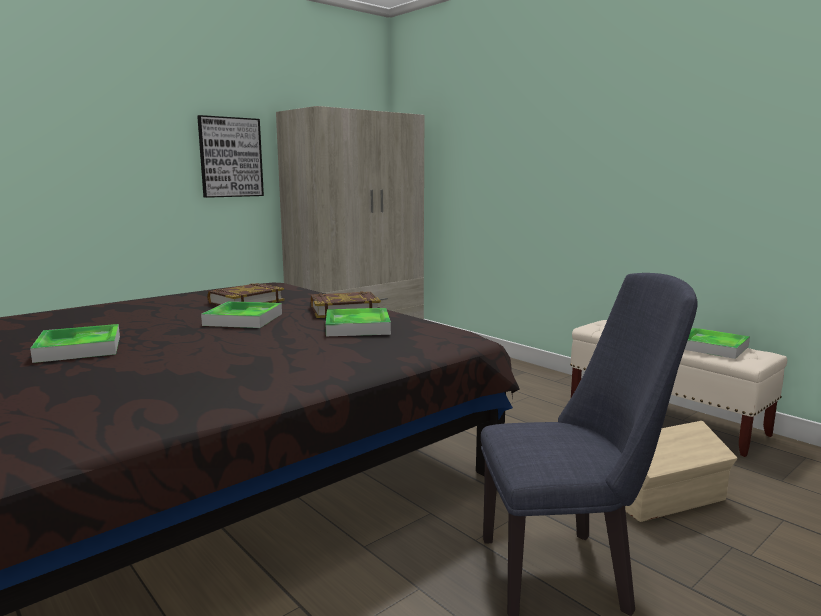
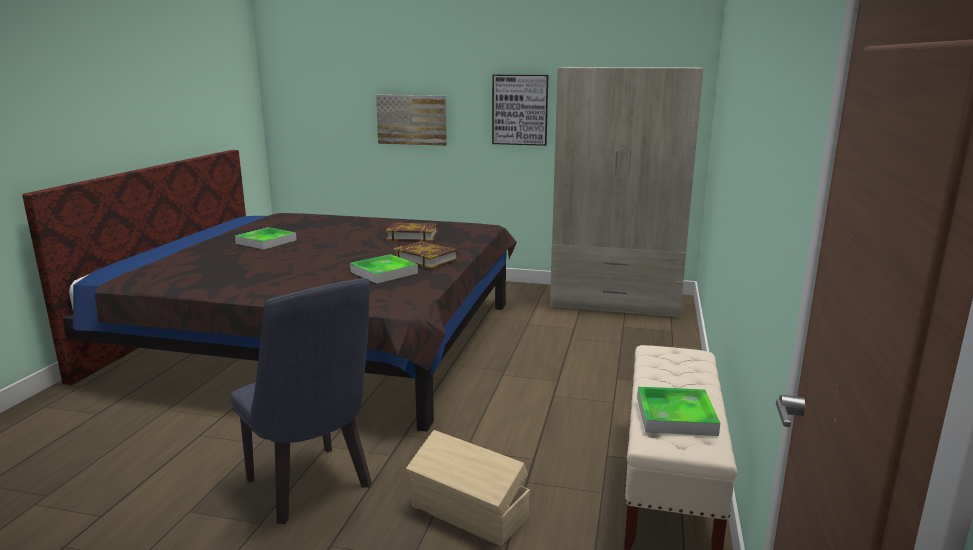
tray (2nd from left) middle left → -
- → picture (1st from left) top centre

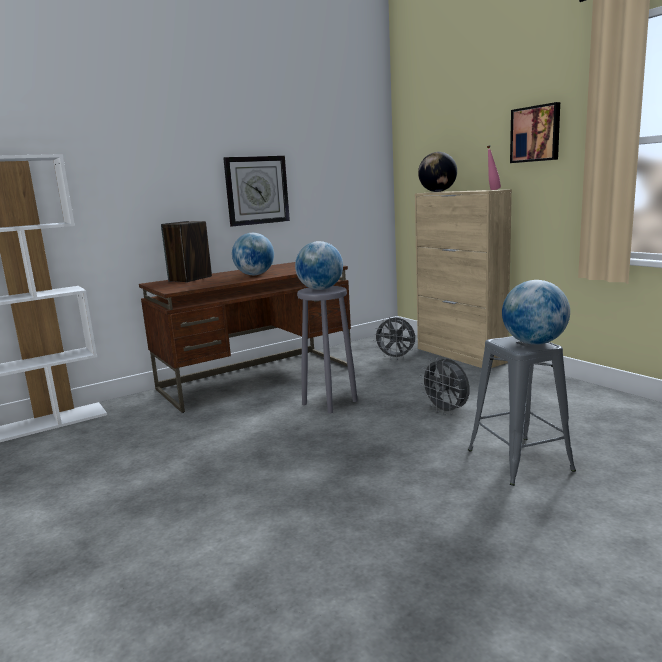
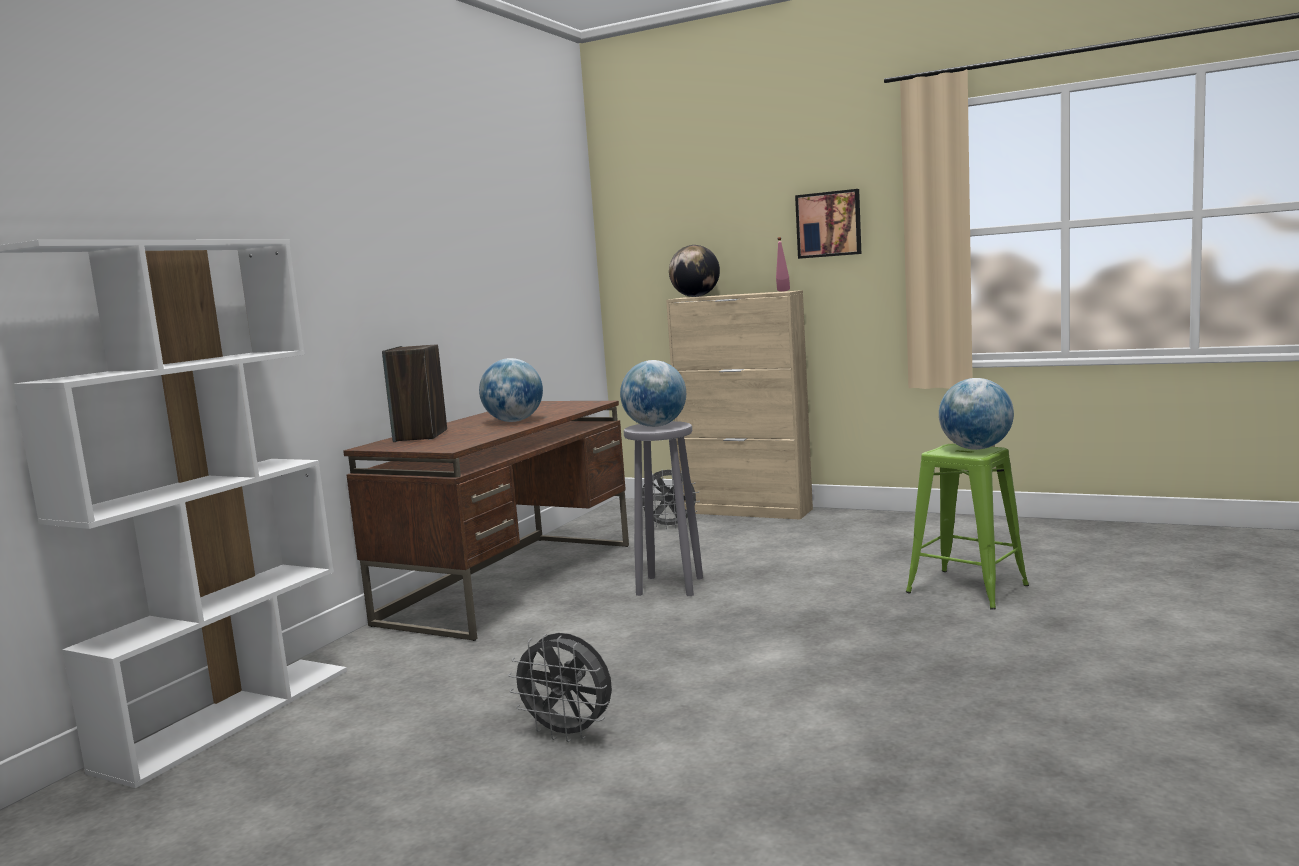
wall clock top centre → -
greyish electric fan (2nd from left in the first image) middle right → greyish electric fan (1st from left) bottom centre, moved
greyish sitting stool (2nd from left) middle right → green-coloured sitting stool middle right

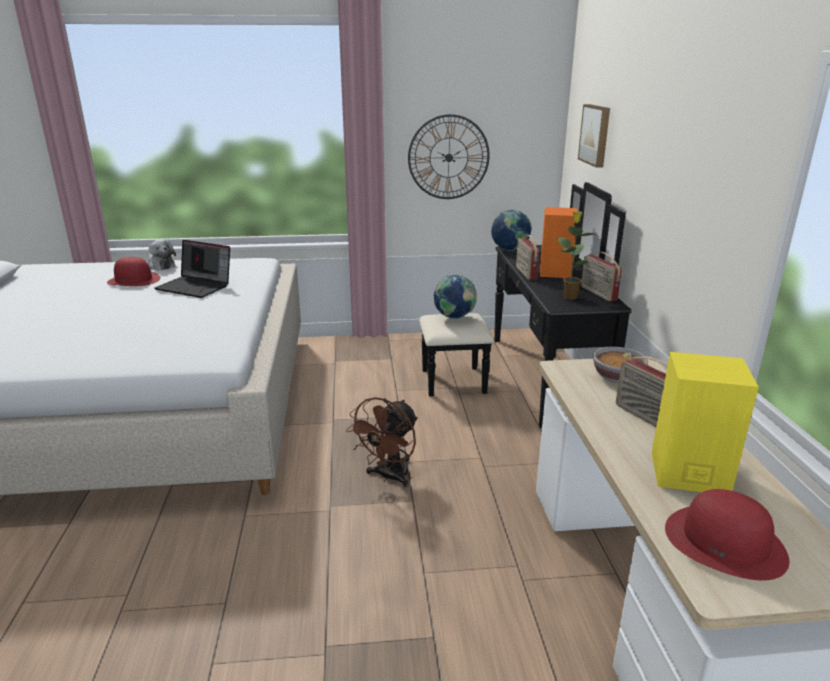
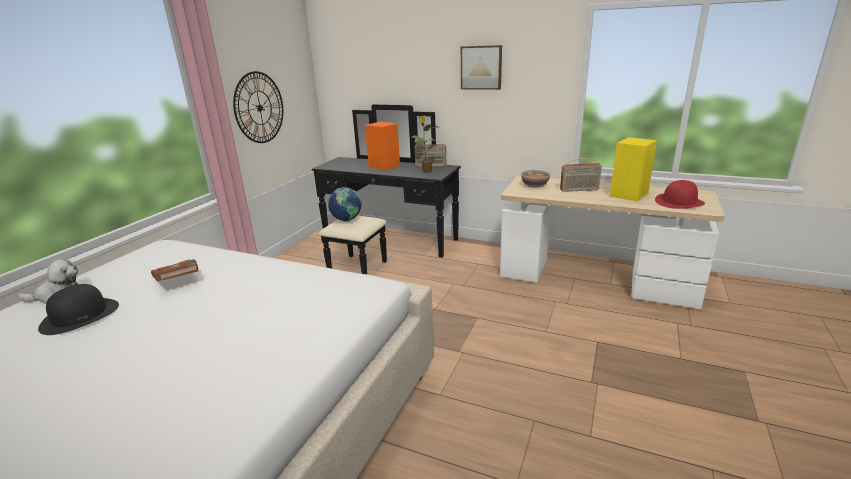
red-coloured hat (1st from left) middle left → black hat middle left
notebook computer middle left → brownish volume middle left
brownish electric fan centre → -
desk globe (2nd from left) centre → -
radio set (1st from left) centre → -
picture top right → picture top centre, moved

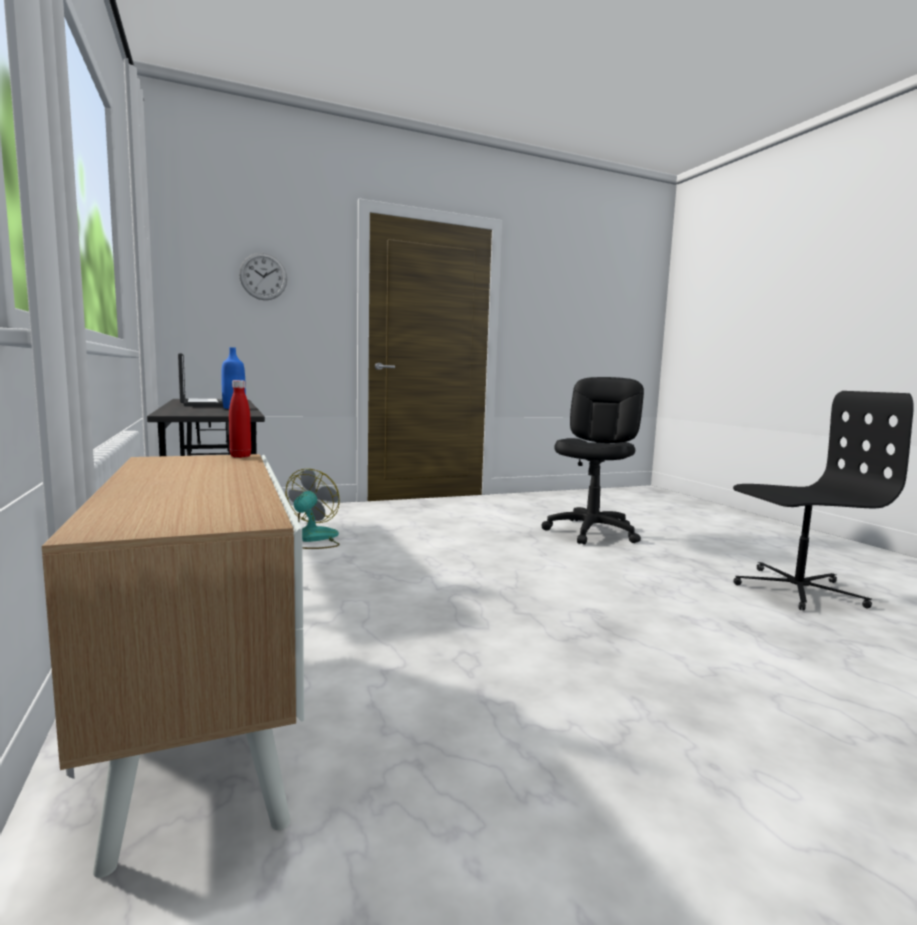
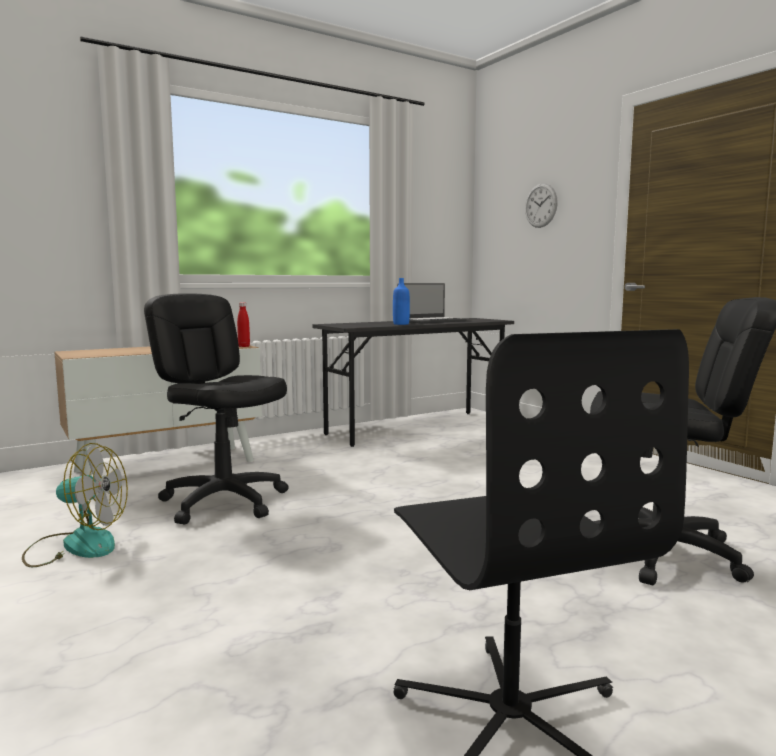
electric fan centre → electric fan bottom left, moved
- → black computer chair (1st from left) middle left

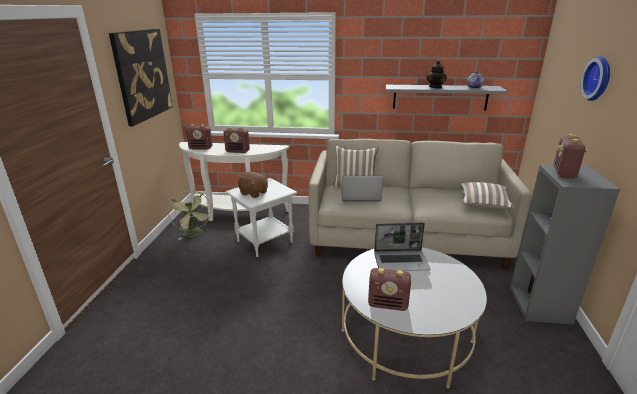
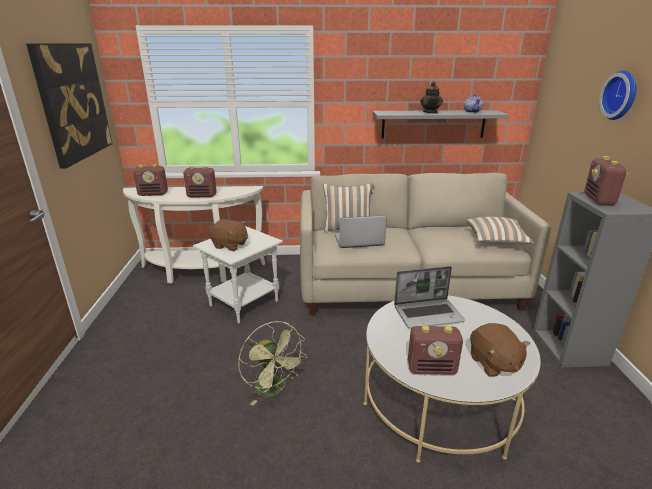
green-coloured electric fan middle left → green-coloured electric fan bottom centre, moved
- → brownish plush toy (2nd from left) bottom right

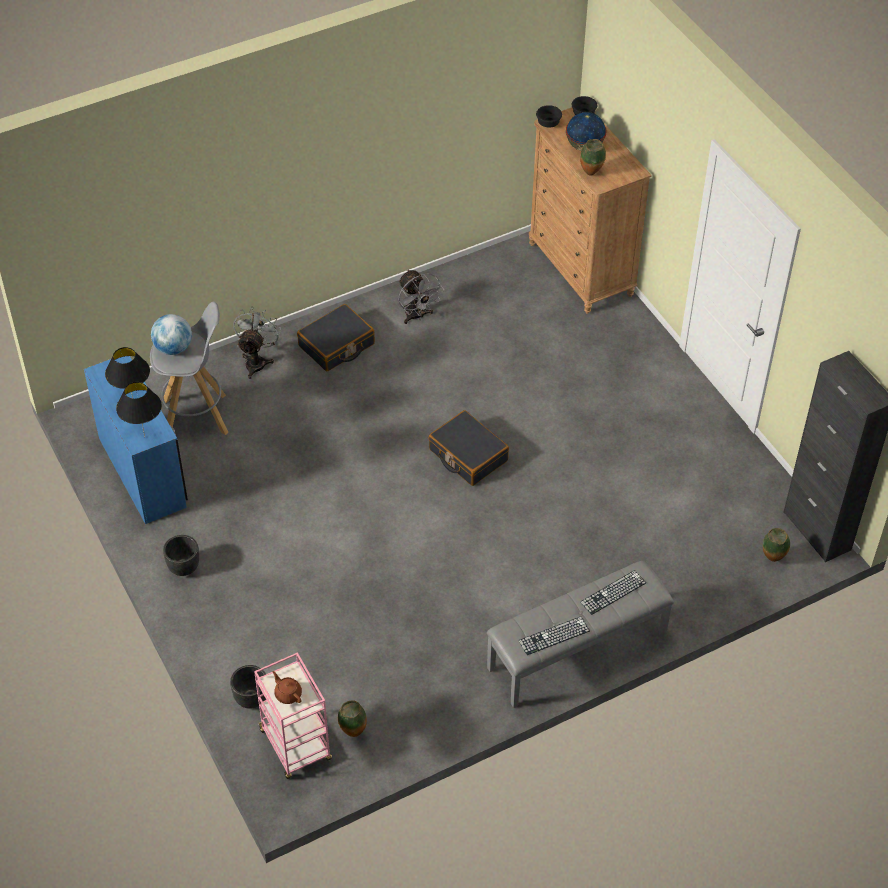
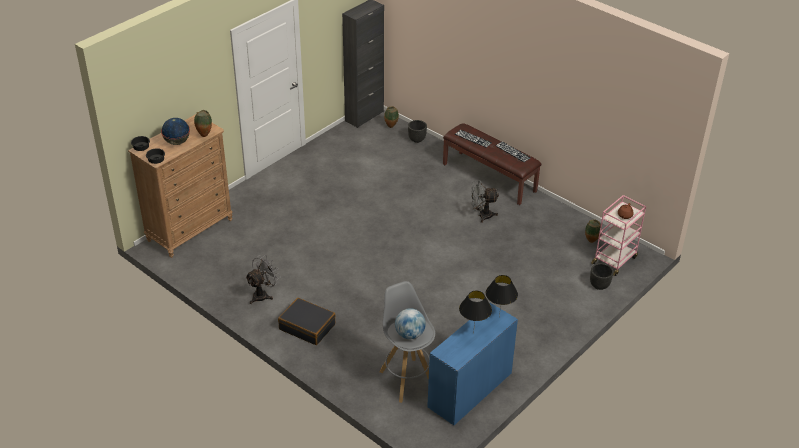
black plant pot (1st from left) middle left → black plant pot (1st from left) top centre, moved
greyish electric fan (1st from left in the first image) middle left → greyish electric fan (2nd from left) centre, moved
black suitcase (2nd from left) centre → -
greyish indoor bench bottom centre → brownish indoor bench centre

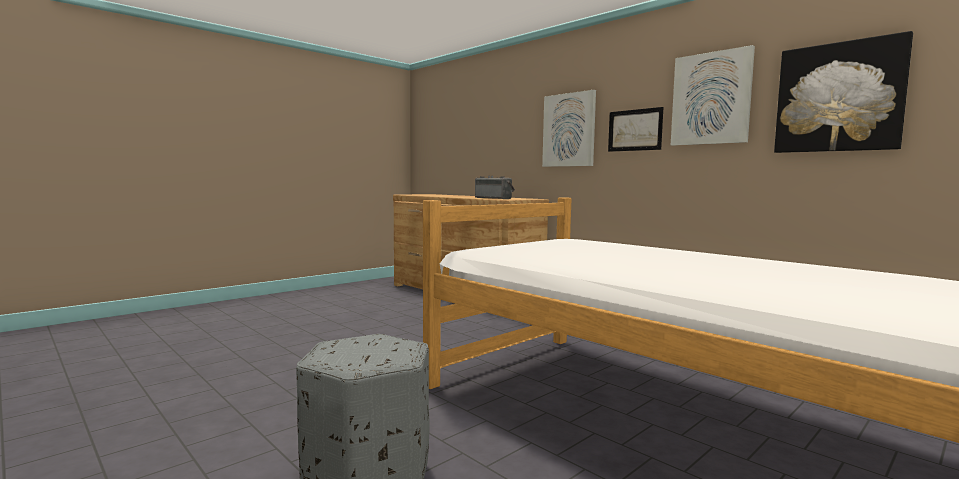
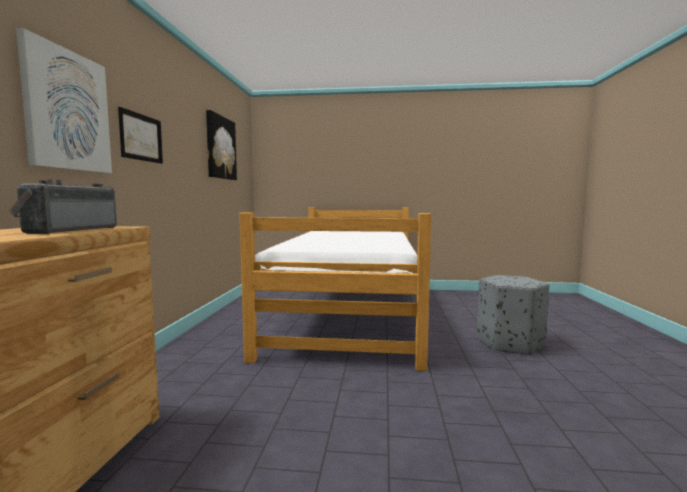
picture (3rd from left) top right → -

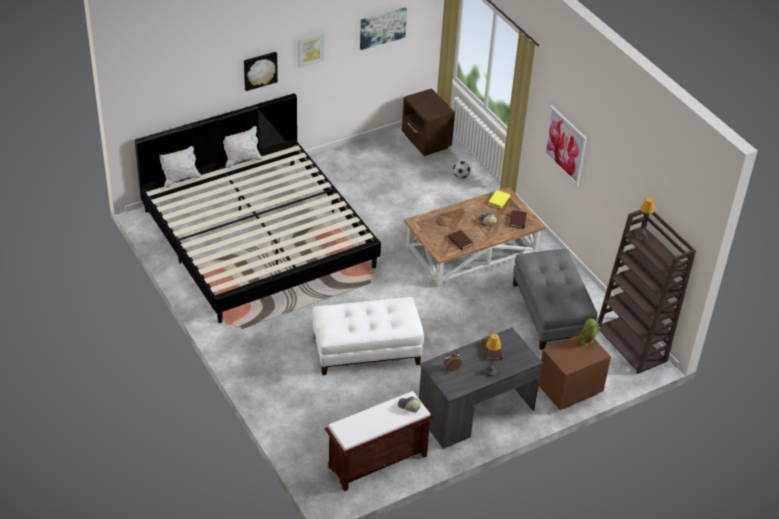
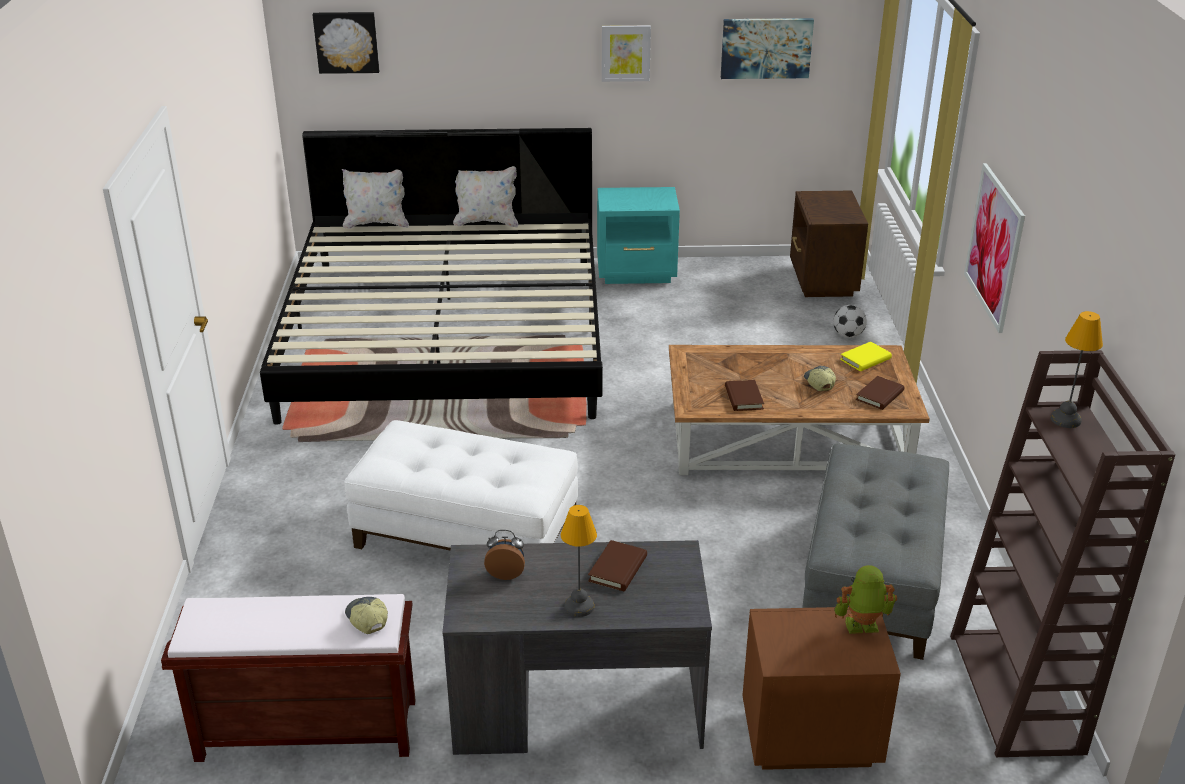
picture (1st from left) top centre → picture (1st from left) top left, moved
- → turquoise-coloured bedside table top centre

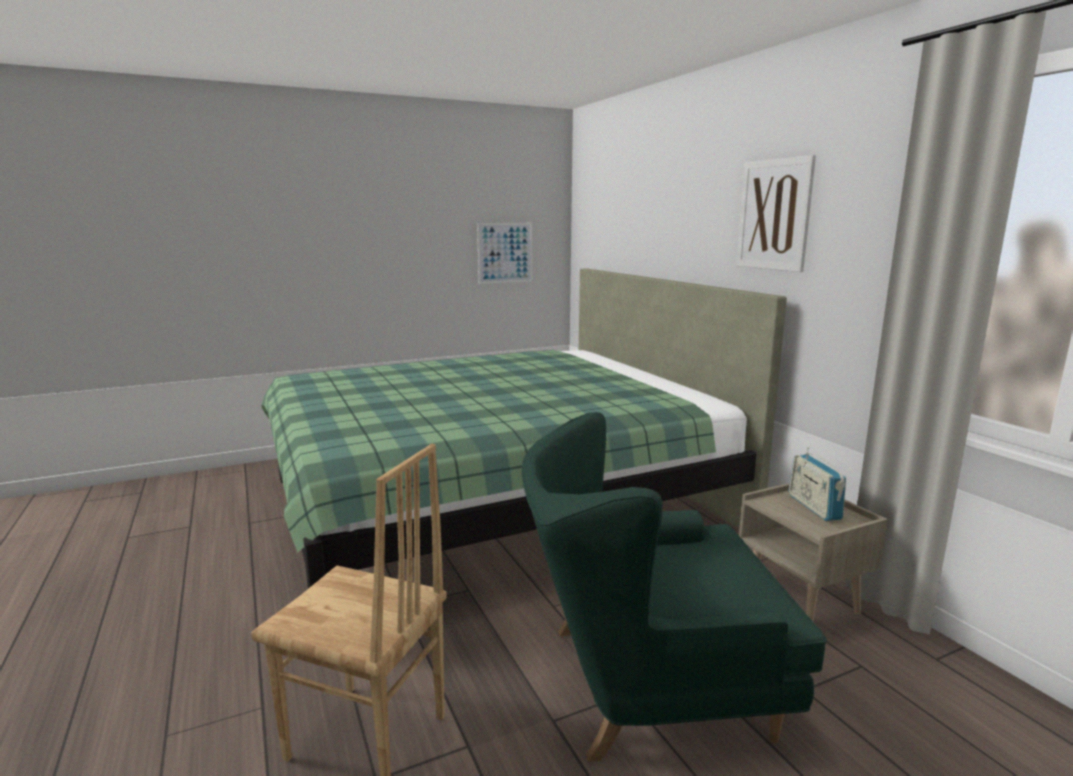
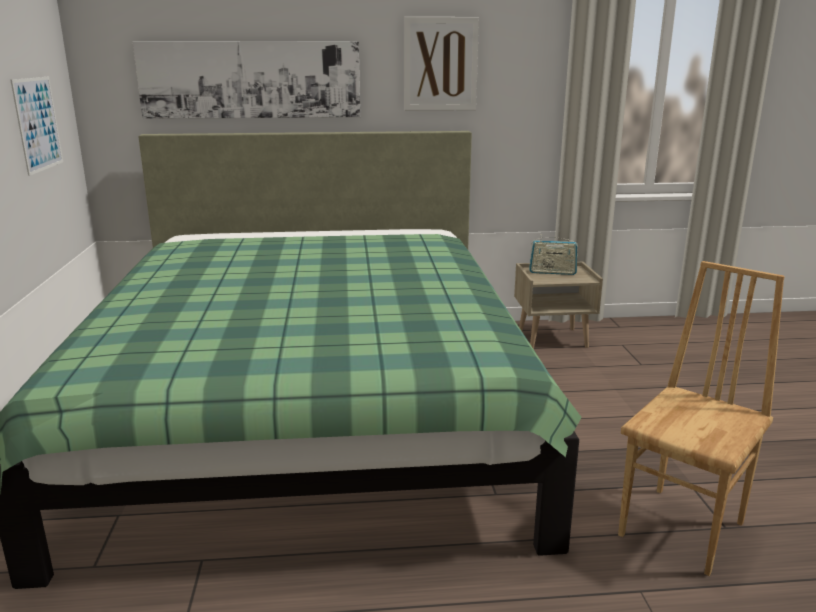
green-coloured easy chair bottom centre → -
- → picture (2nd from left) top left

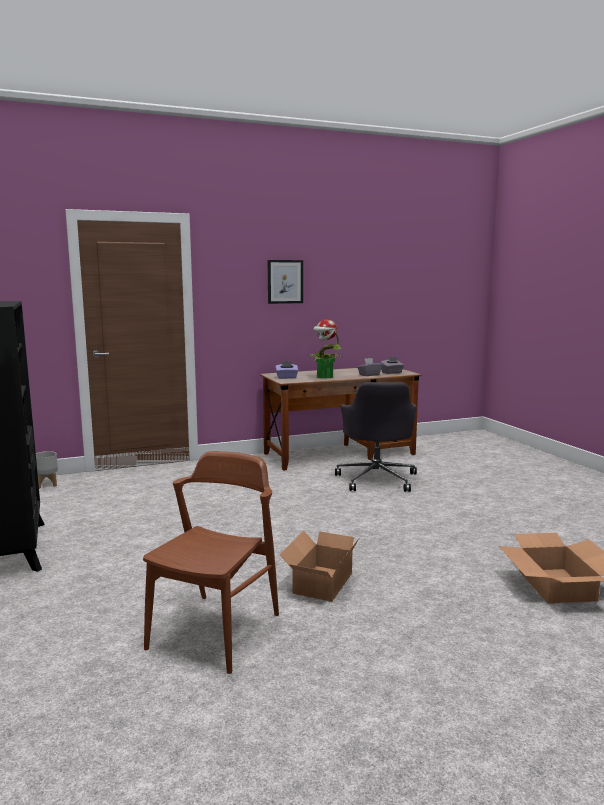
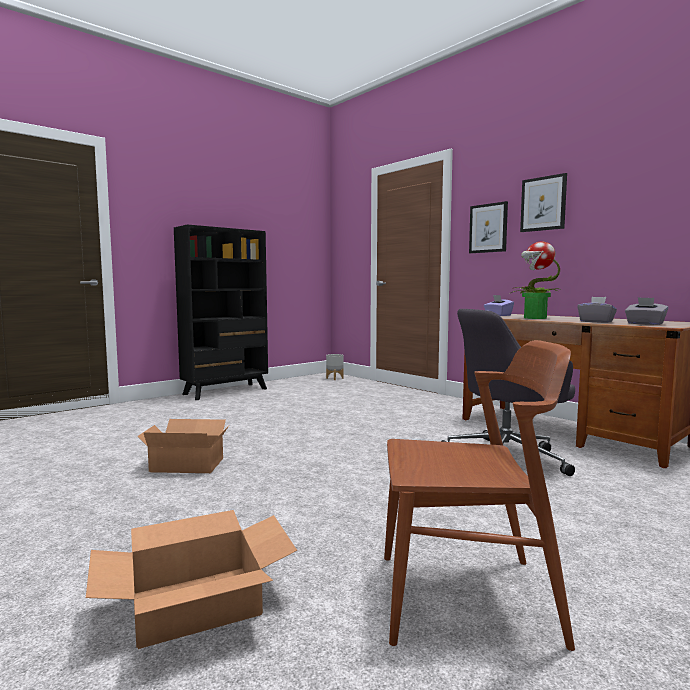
brownish upright chair bottom centre → brownish upright chair bottom right, moved
- → picture (1st from left) top right

